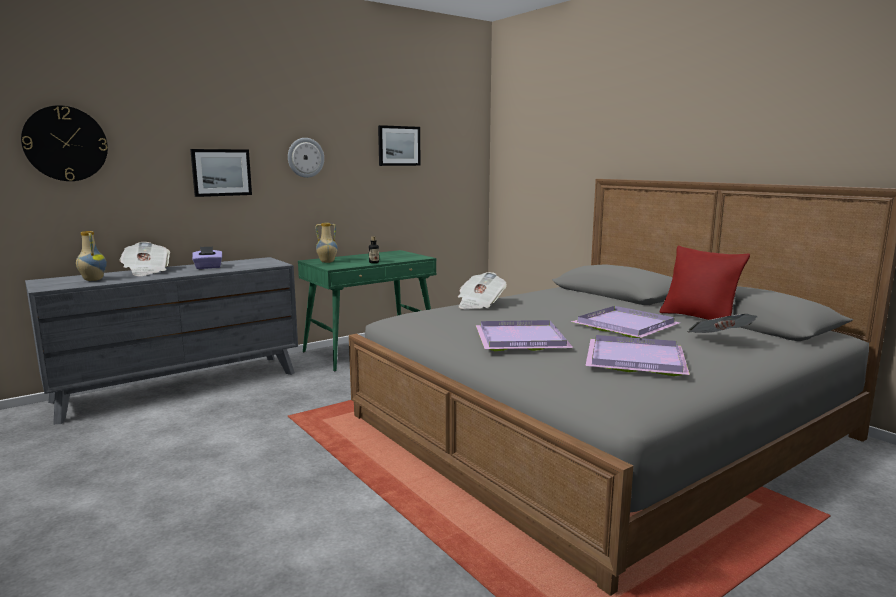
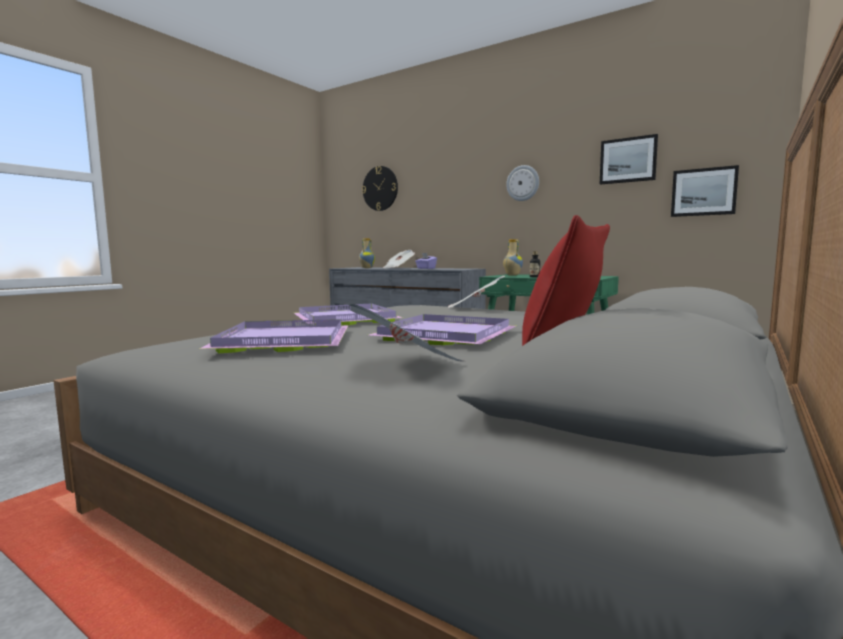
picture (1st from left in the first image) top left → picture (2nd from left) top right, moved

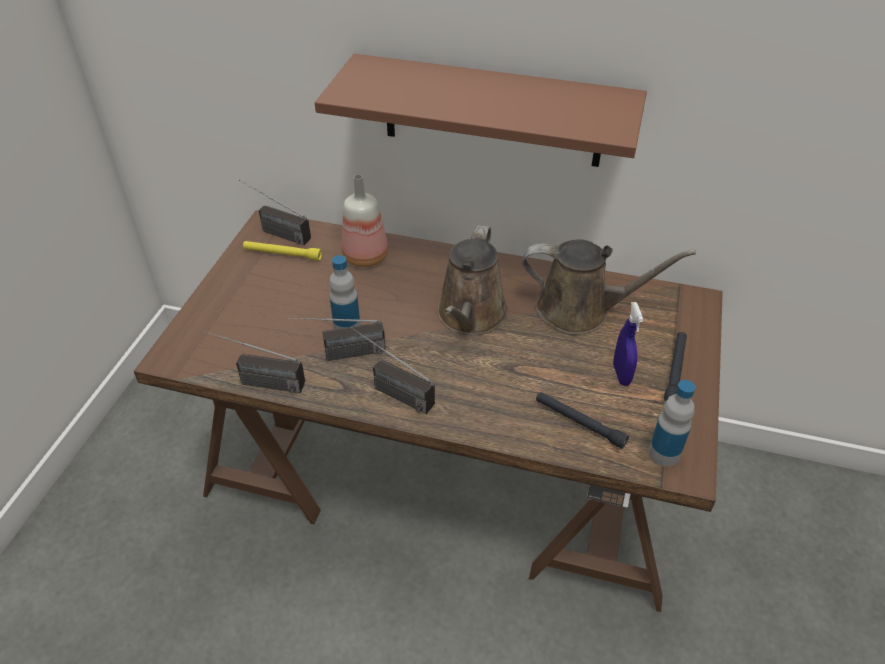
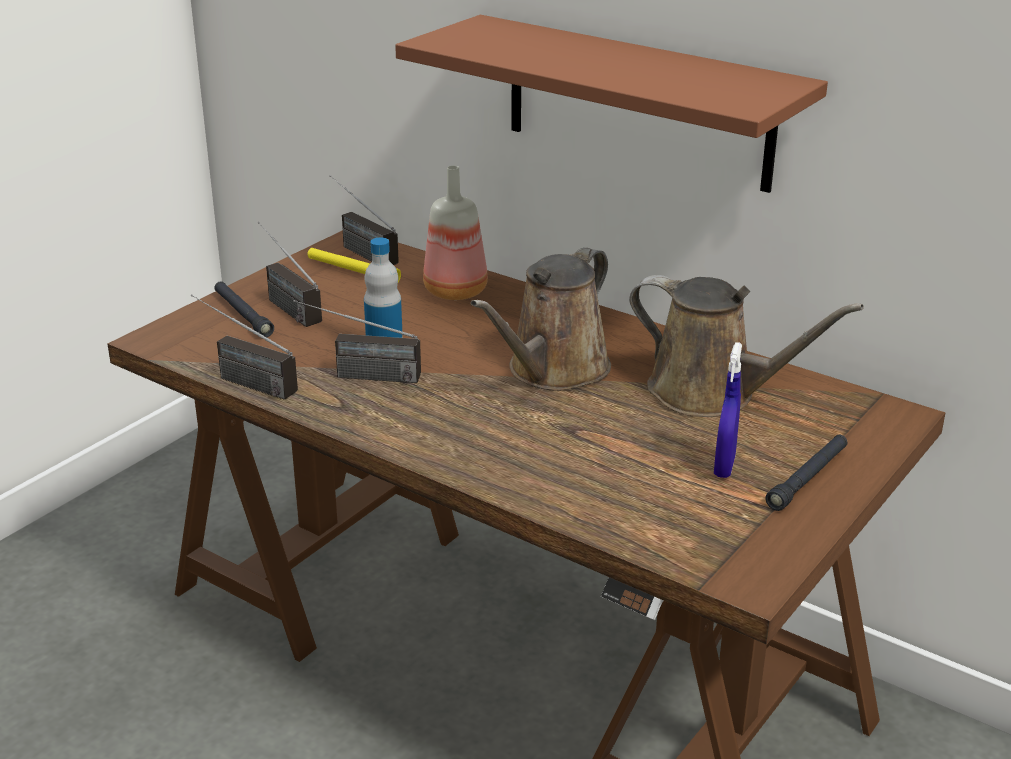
radio set (4th from left in the first image) centre → radio set (2nd from left) middle left, moved
black hand torch (1st from left) centre → black hand torch (1st from left) middle left, moved
drink bottle (3rd from left) middle right → -

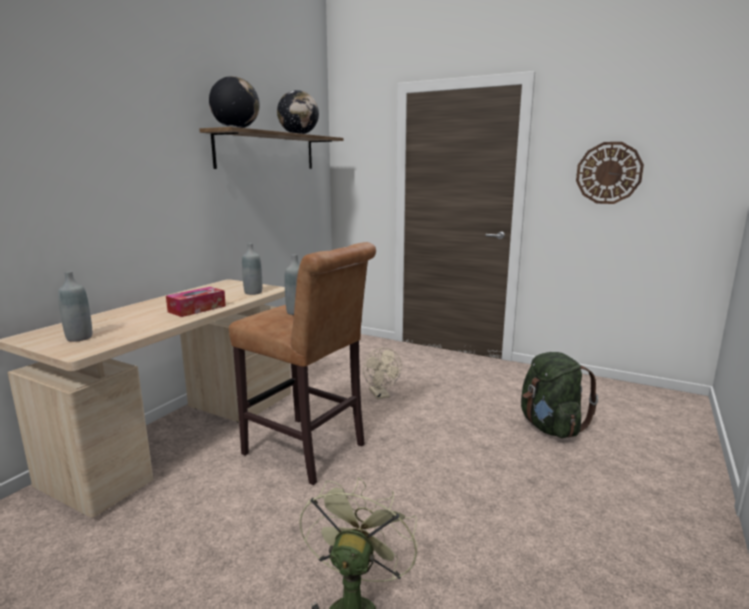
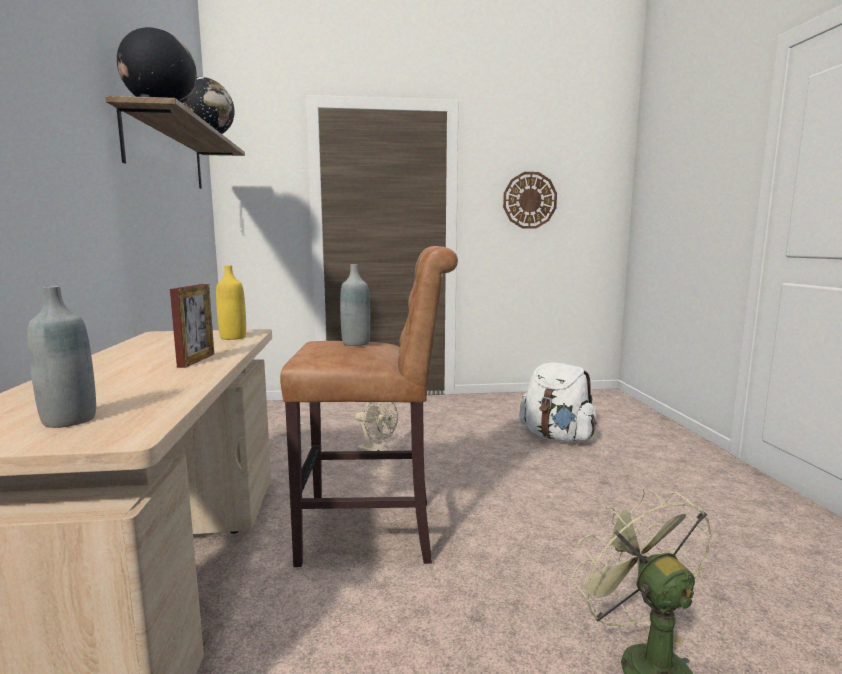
tissue box middle left → standing frame middle left
greyish drink bottle (2nd from left) centre → yellowish drink bottle middle left
green-coloured rucksack middle right → whitish rucksack centre

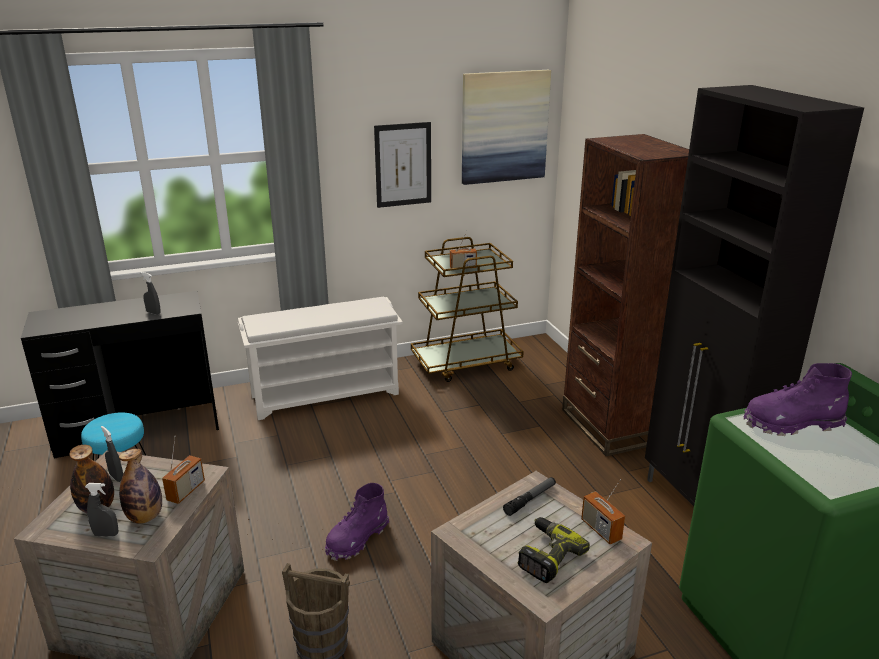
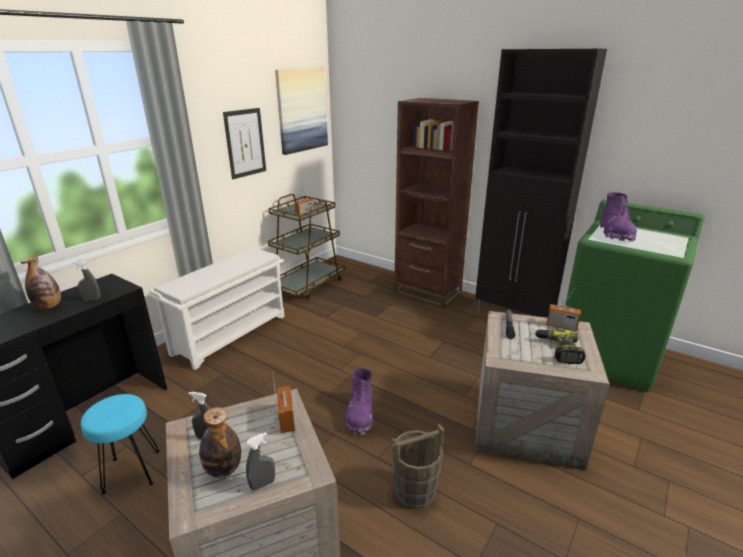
drink bottle (2nd from left in the first image) bottom left → drink bottle (1st from left) middle left, moved
purplish tall boot (2nd from left) middle right, 45 degrees counterclockwise

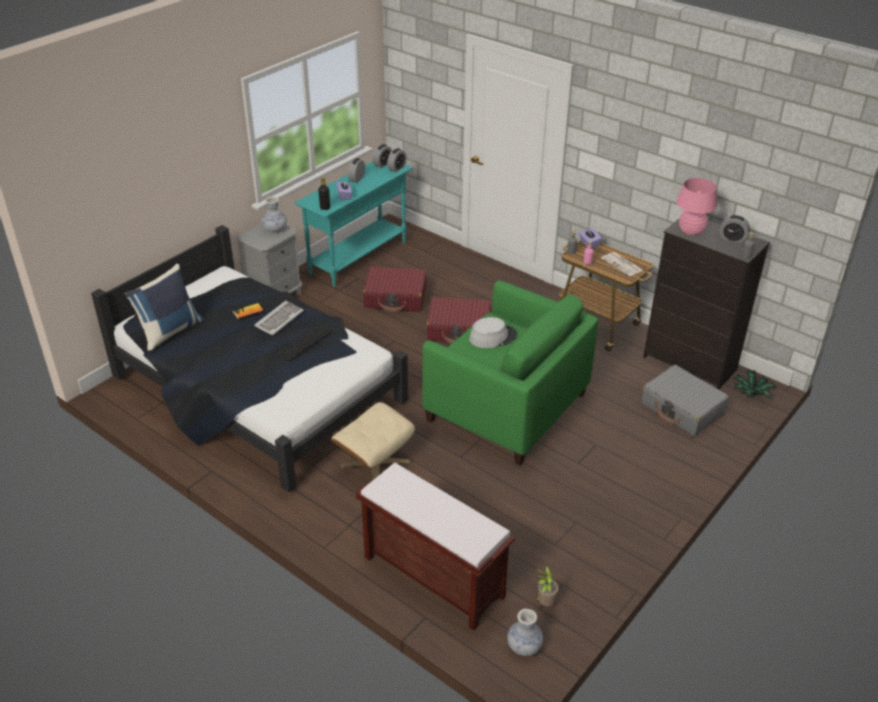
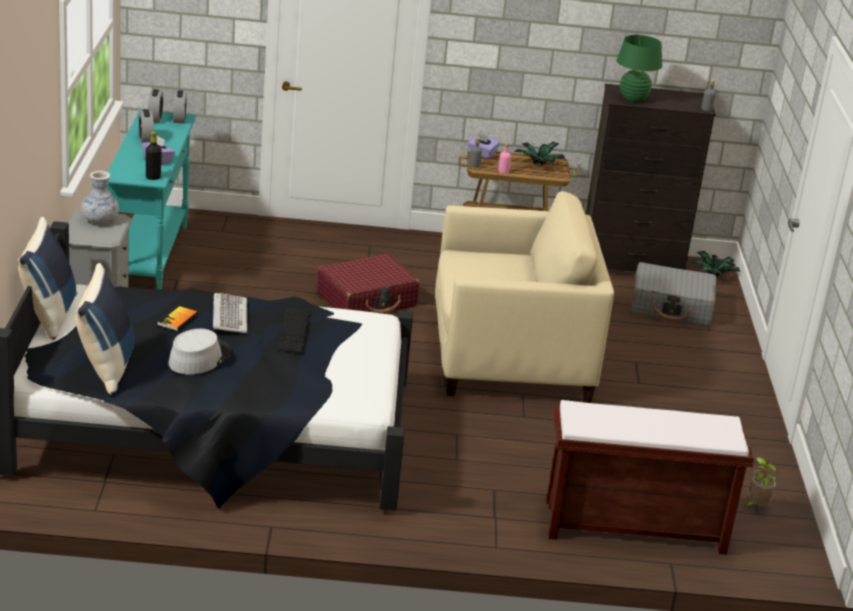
sand-coloured footrest centre → -
red-coloured suitcase (1st from left) centre → -
green-coloured easy chair centre → sand-coloured easy chair centre
greyish hat centre → greyish hat middle left, moved
flower vase (2nd from left) bottom centre → -
printed paper middle right → potted plant (1st from left) top centre
pink-coloured table lamp top right → green-coloured table lamp top right
table clock (4th from left) top right → -
- → bluish throw pillow (1st from left) middle left

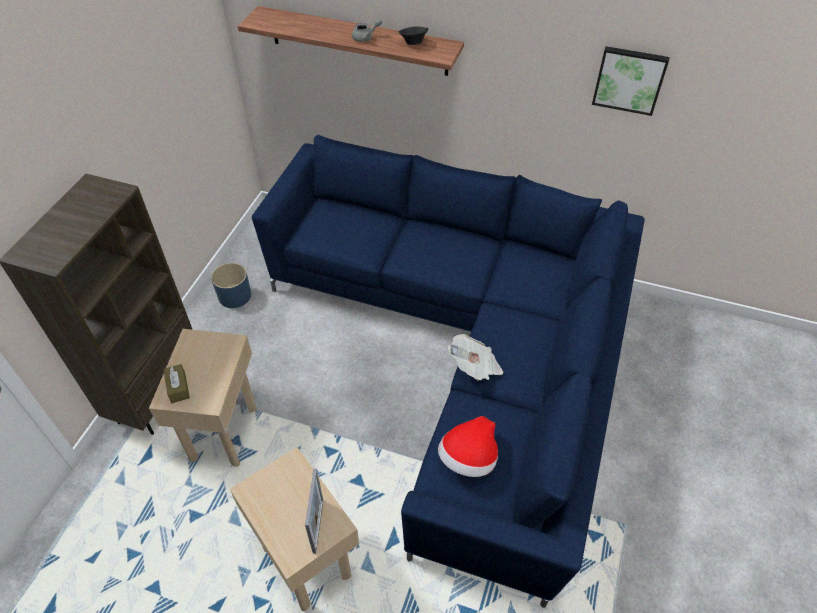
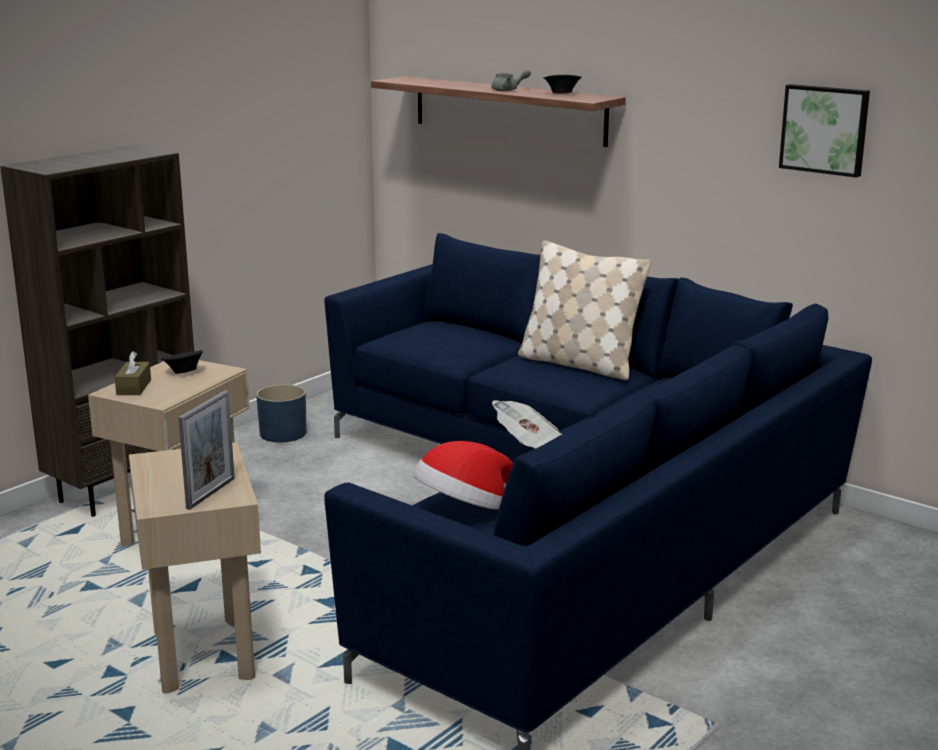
- → black deep dish (1st from left) middle left
- → sand-coloured throw pillow centre

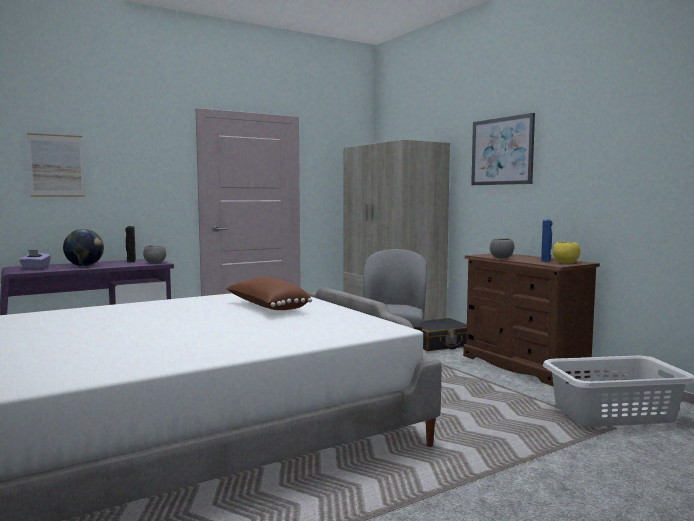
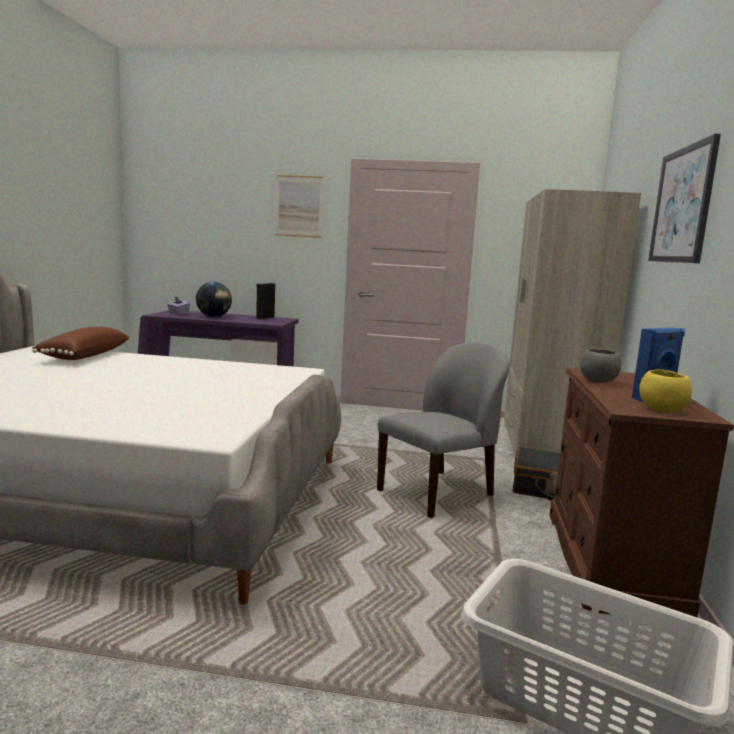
picture (1st from left) top left → picture (1st from left) top centre, moved
greyish deep dish (1st from left) middle left → -
brownish throw pillow centre → brownish throw pillow middle left, moved

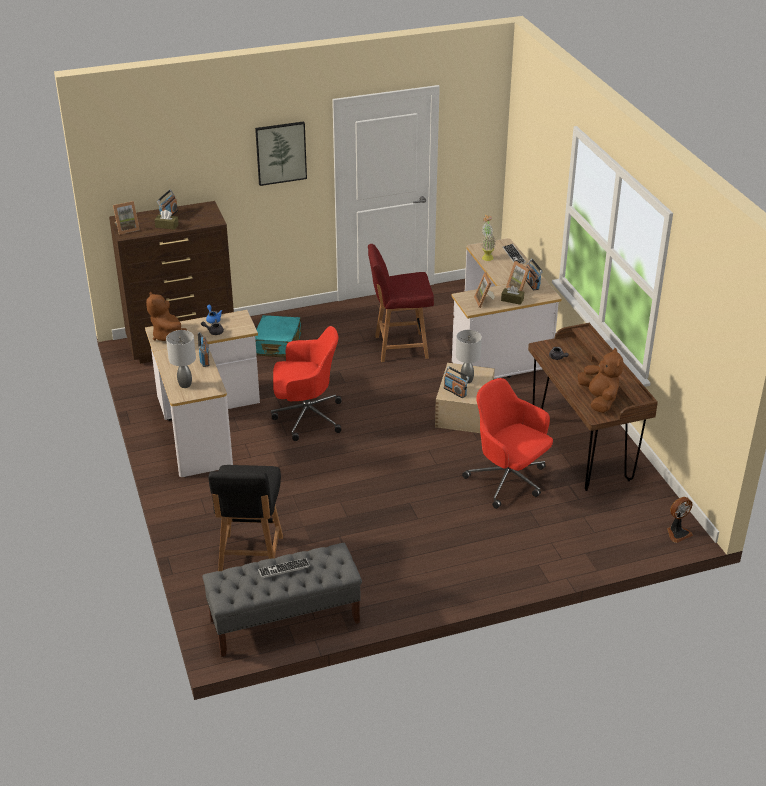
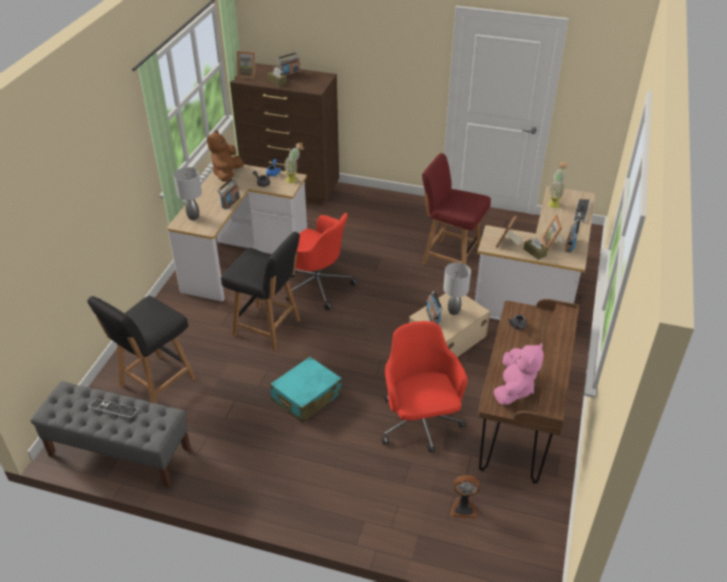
picture top centre → -
turquoise-coloured suitcase centre → turquoise-coloured suitcase bottom centre, moved
brownish plush toy (2nd from left) middle right → pink-coloured plush toy middle right
electric fan middle right → electric fan bottom centre, moved
- → black upright chair (2nd from left) centre
- → potted plant (1st from left) top centre

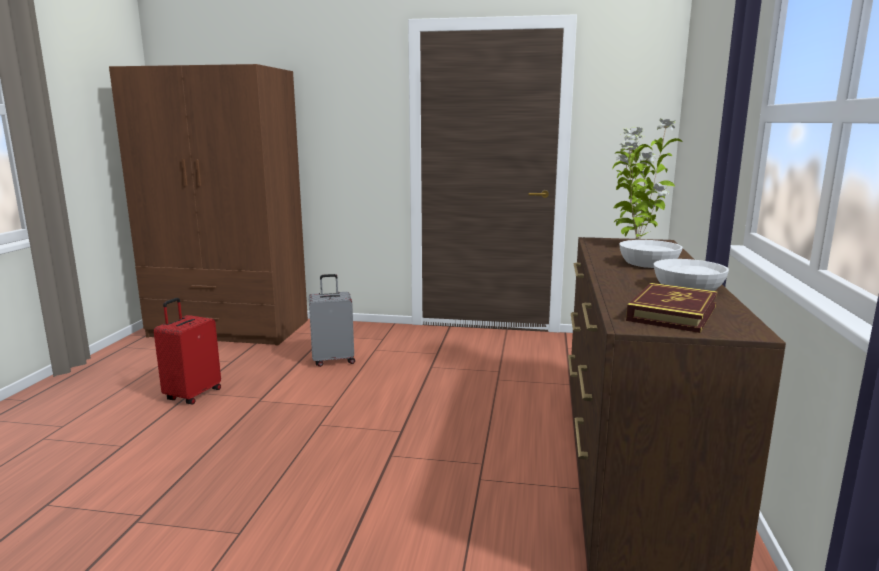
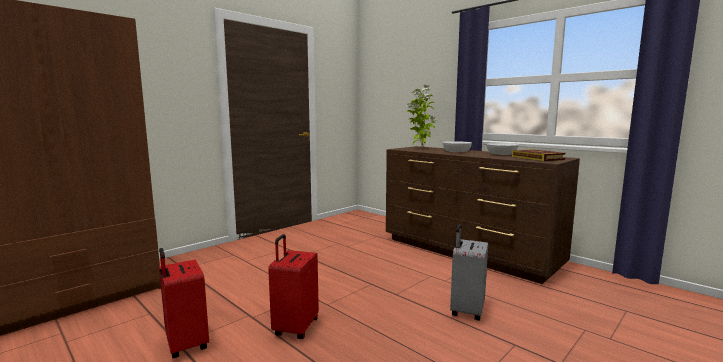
greyish suitcase centre → greyish suitcase bottom centre, moved
- → red-coloured suitcase (2nd from left) bottom centre

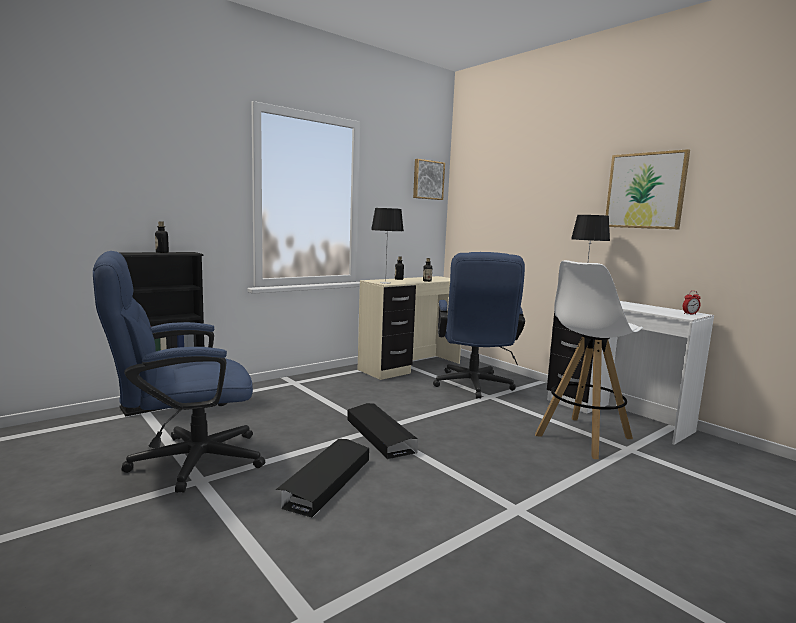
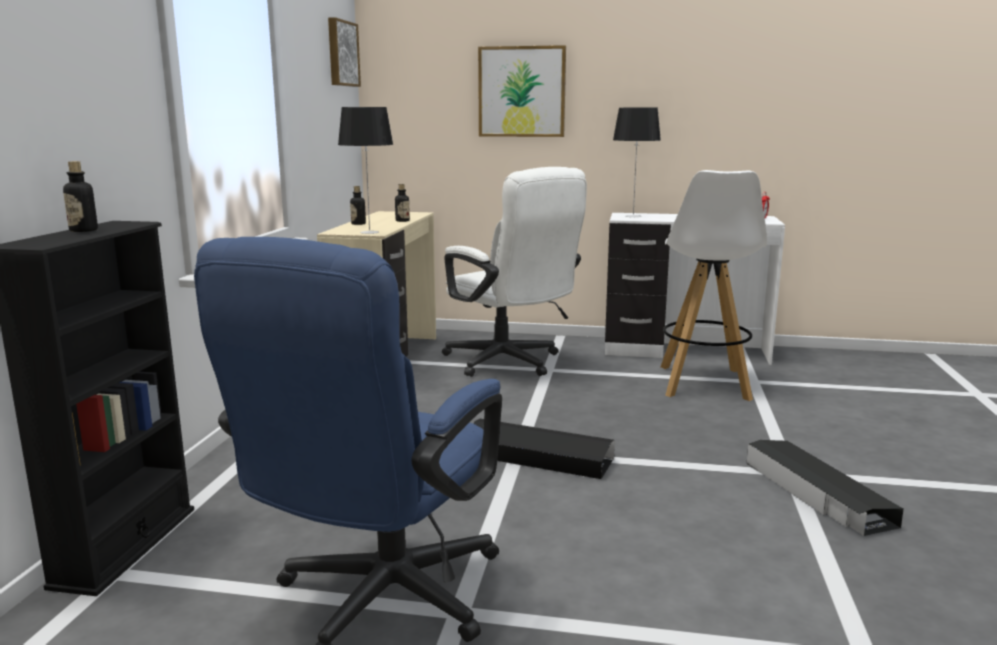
black storage container (1st from left in the first image) bottom centre → black storage container (2nd from left) bottom right, moved
bluish computer chair (2nd from left) centre → whitish computer chair centre
picture (2nd from left) top right → picture (2nd from left) top centre, moved

